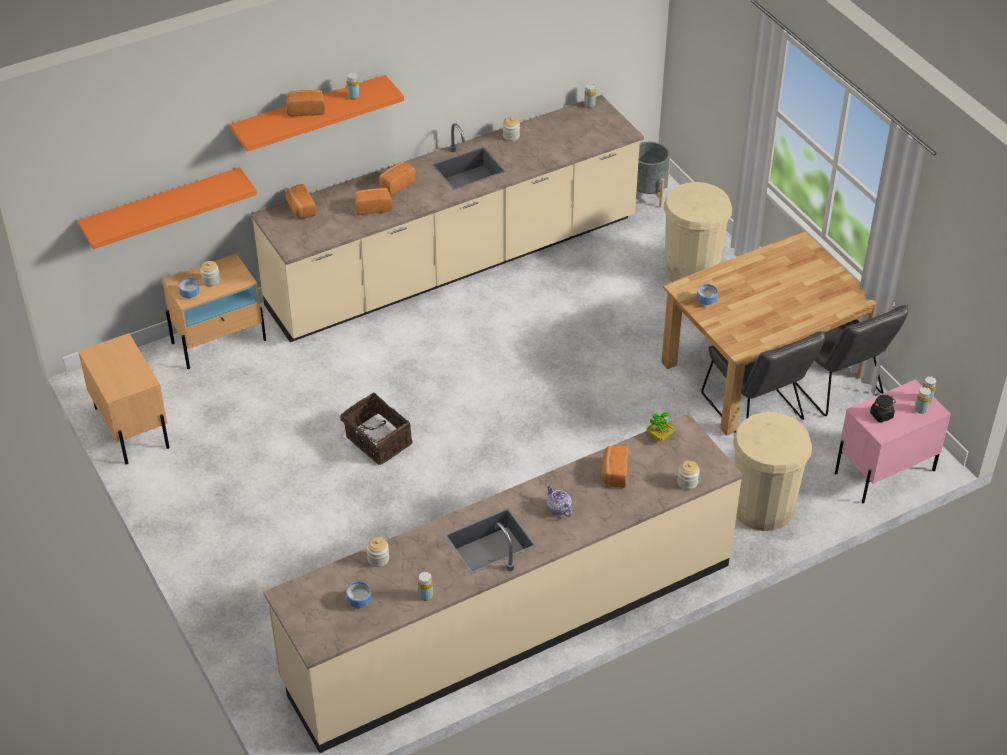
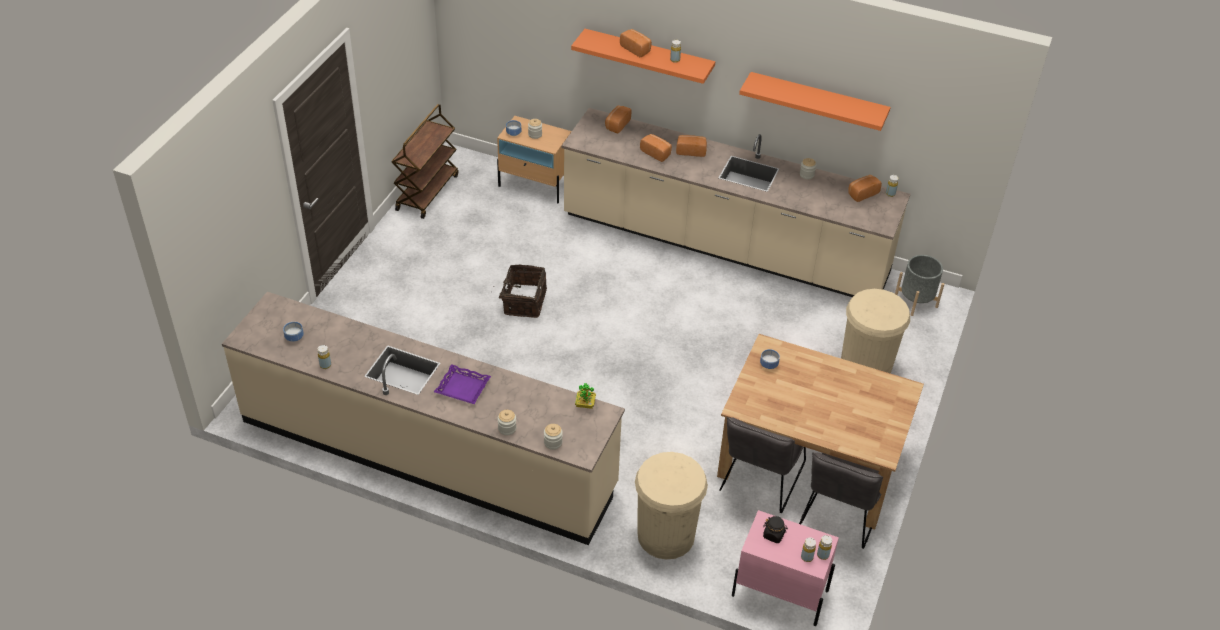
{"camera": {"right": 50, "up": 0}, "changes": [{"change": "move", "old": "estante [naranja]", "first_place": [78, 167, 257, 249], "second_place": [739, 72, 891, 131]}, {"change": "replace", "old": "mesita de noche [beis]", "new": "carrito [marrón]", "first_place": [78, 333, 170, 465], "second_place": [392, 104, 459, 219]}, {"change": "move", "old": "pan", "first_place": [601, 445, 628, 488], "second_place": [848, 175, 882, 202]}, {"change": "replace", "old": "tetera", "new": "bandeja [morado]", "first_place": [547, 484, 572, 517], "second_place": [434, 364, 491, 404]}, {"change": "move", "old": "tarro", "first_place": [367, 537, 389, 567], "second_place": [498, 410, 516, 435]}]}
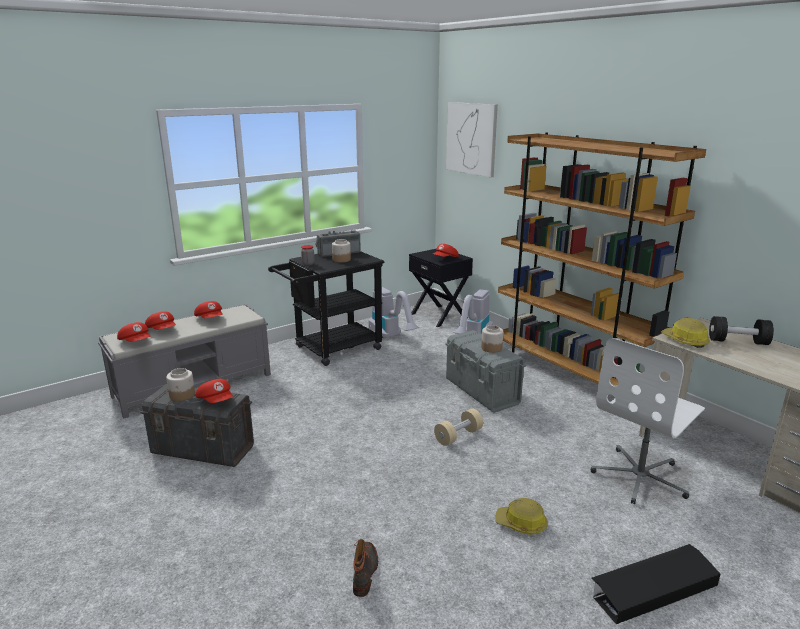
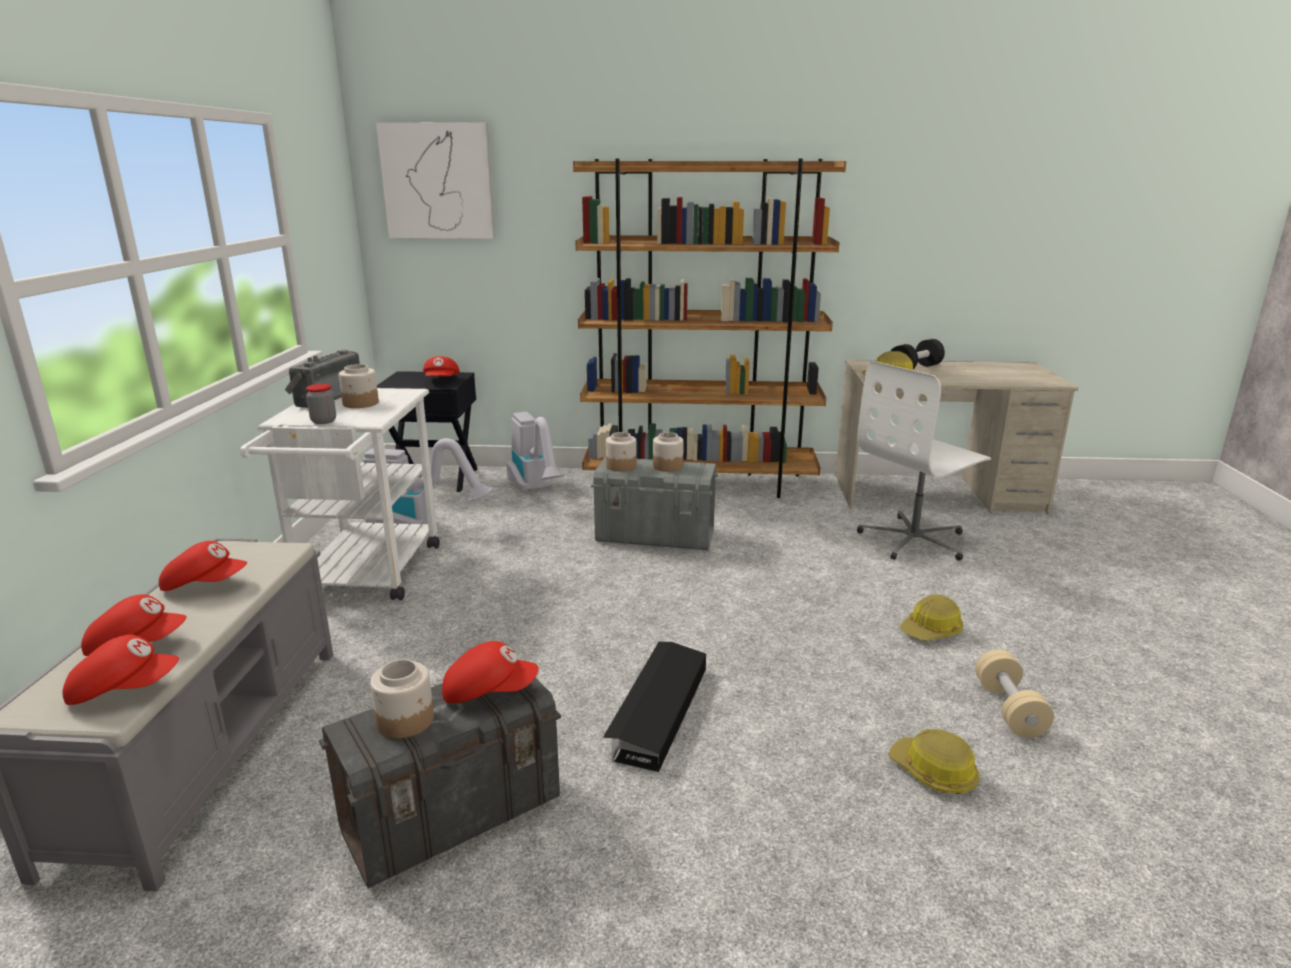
{"camera": {"right": -50, "up": 0}, "changes": [{"change": "recolor", "old": "carrito [negro]", "new": "carrito [blanco]", "first_place": [268, 251, 384, 366], "second_place": [240, 388, 440, 601]}, {"change": "rotate", "old": "silla de oficina [blanco]", "first_place": [591, 338, 705, 504], "second_place": [857, 361, 991, 561], "degrees": 60}, {"change": "move", "old": "mancuerna [beis]", "first_place": [434, 408, 483, 446], "second_place": [975, 649, 1054, 738]}, {"change": "replace", "old": "bota", "new": "casco", "first_place": [353, 539, 378, 597], "second_place": [888, 729, 979, 794]}, {"change": "move", "old": "caja de almacenaje [negro]", "first_place": [591, 544, 720, 625], "second_place": [603, 642, 706, 772]}, {"change": "insert", "new": "tarro", "second_place": [606, 432, 637, 472]}]}
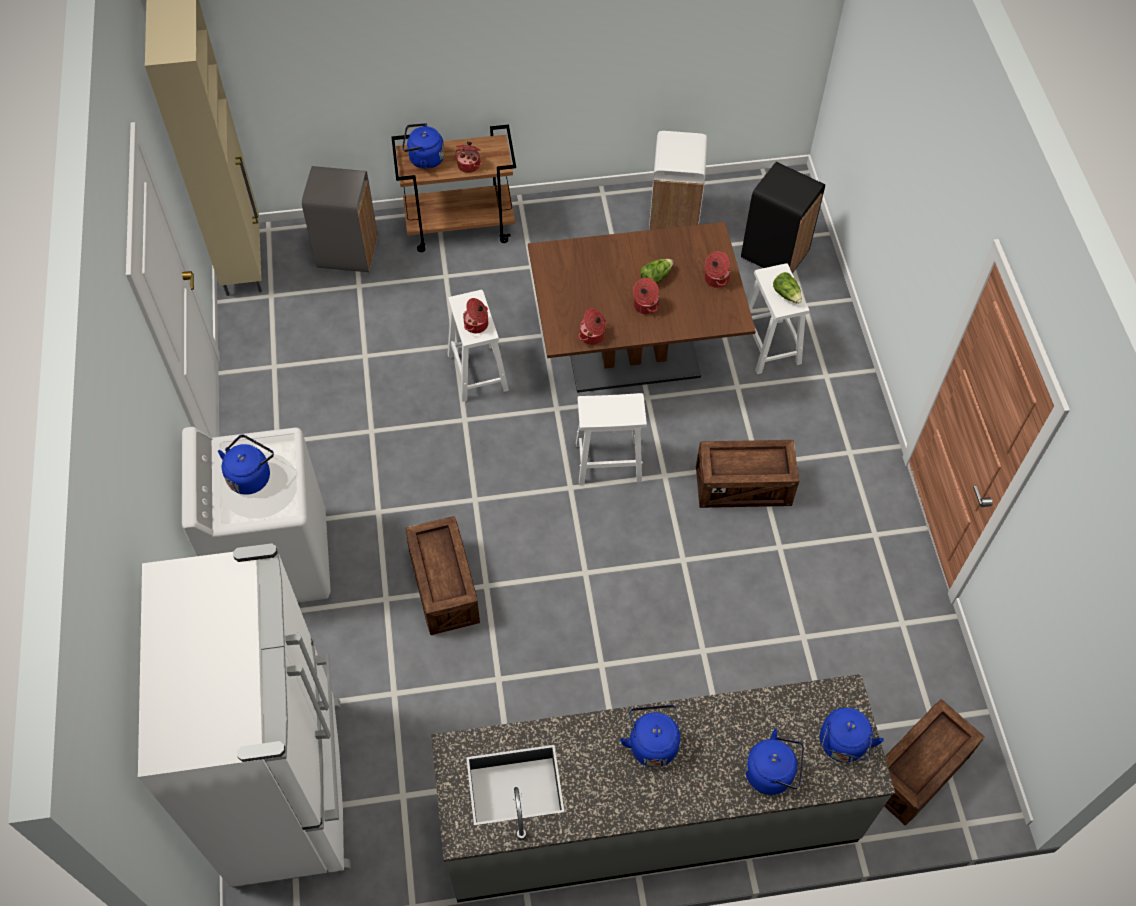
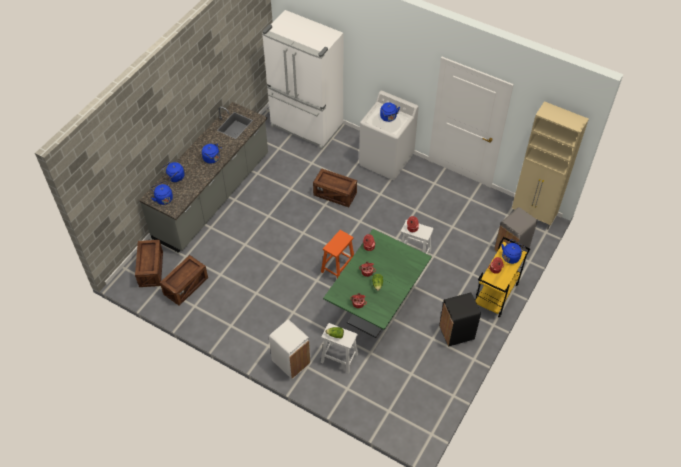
{"camera": {"right": 130, "up": -5}, "changes": [{"change": "recolor", "old": "carrito [marrón]", "new": "carrito [amarillo]", "first_place": [392, 125, 516, 252], "second_place": [475, 237, 530, 318]}, {"change": "move", "old": "papelera [blanco]", "first_place": [649, 131, 707, 230], "second_place": [269, 320, 311, 379]}, {"change": "move", "old": "papelera [negro]", "first_place": [741, 162, 825, 273], "second_place": [439, 292, 481, 347]}, {"change": "recolor", "old": "mesa de comedor [marrón]", "new": "mesa de comedor [verde]", "first_place": [528, 222, 756, 393], "second_place": [323, 229, 432, 338]}, {"change": "recolor", "old": "taburete [blanco]", "new": "taburete [naranja]", "first_place": [576, 393, 647, 485], "second_place": [321, 230, 354, 278]}, {"change": "move", "old": "caja de embalaje", "first_place": [696, 440, 799, 508], "second_place": [160, 255, 208, 306]}]}
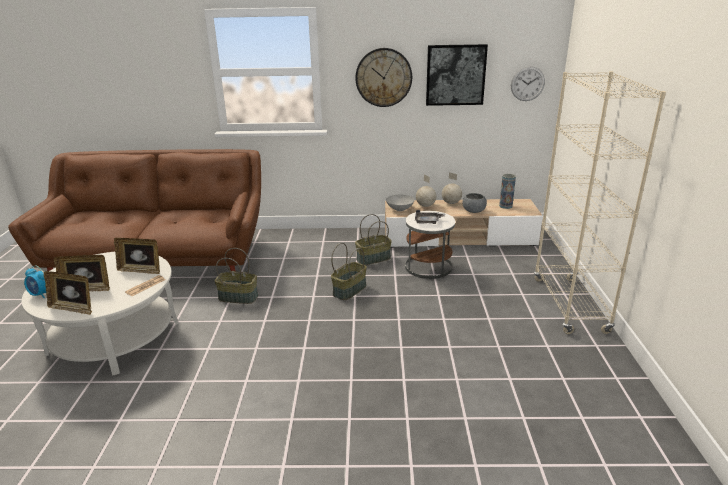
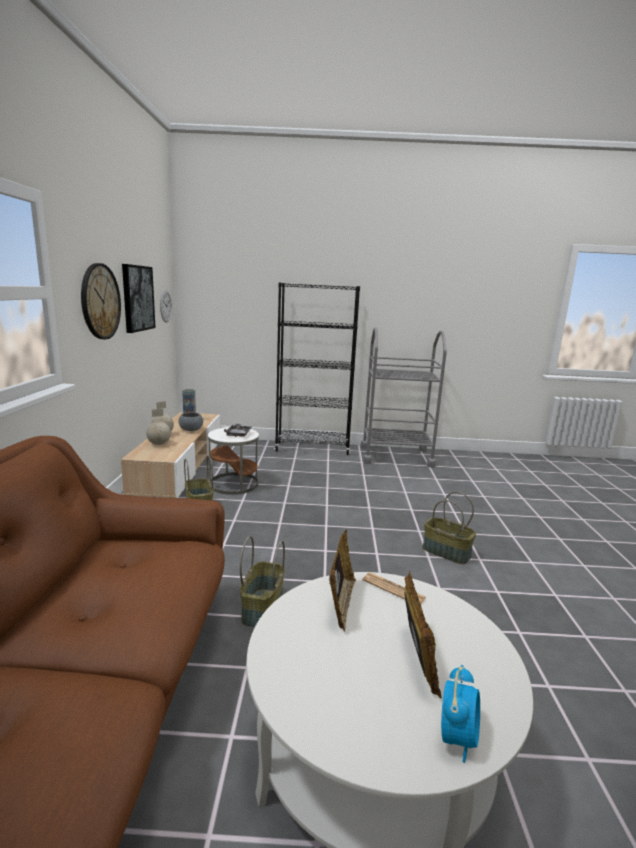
{"camera": {"right": -90, "up": -10}, "changes": [{"change": "recolor", "old": "estantería [beis]", "new": "estantería [negro]", "first_place": [534, 71, 666, 334], "second_place": [274, 283, 360, 455]}, {"change": "delete", "old": "cuenco [gris]", "first_place": [386, 195, 415, 211]}, {"change": "move", "old": "cesta", "first_place": [331, 243, 367, 300], "second_place": [422, 492, 476, 564]}, {"change": "delete", "old": "portarretratos", "first_place": [44, 271, 92, 315]}, {"change": "insert", "new": "carrito [gris]", "second_place": [360, 327, 447, 468]}]}
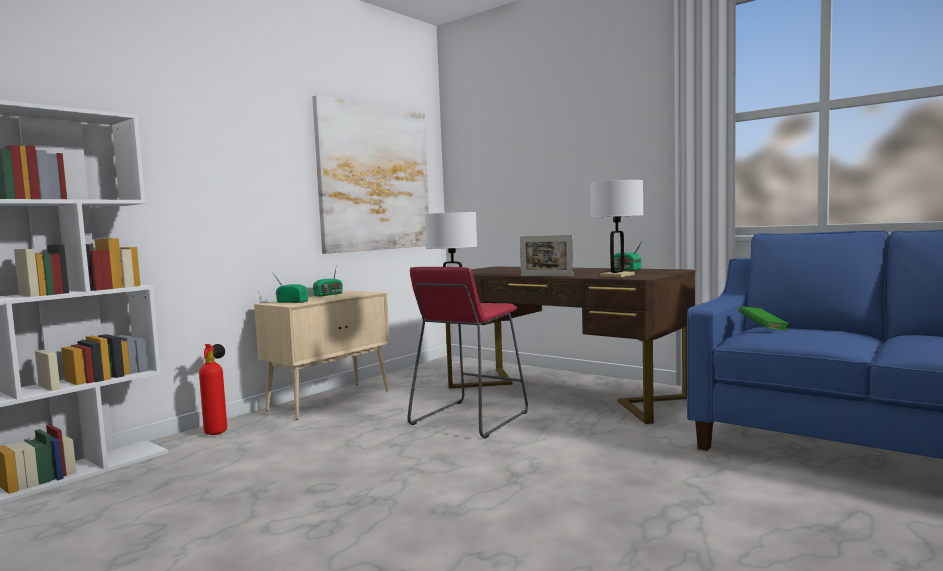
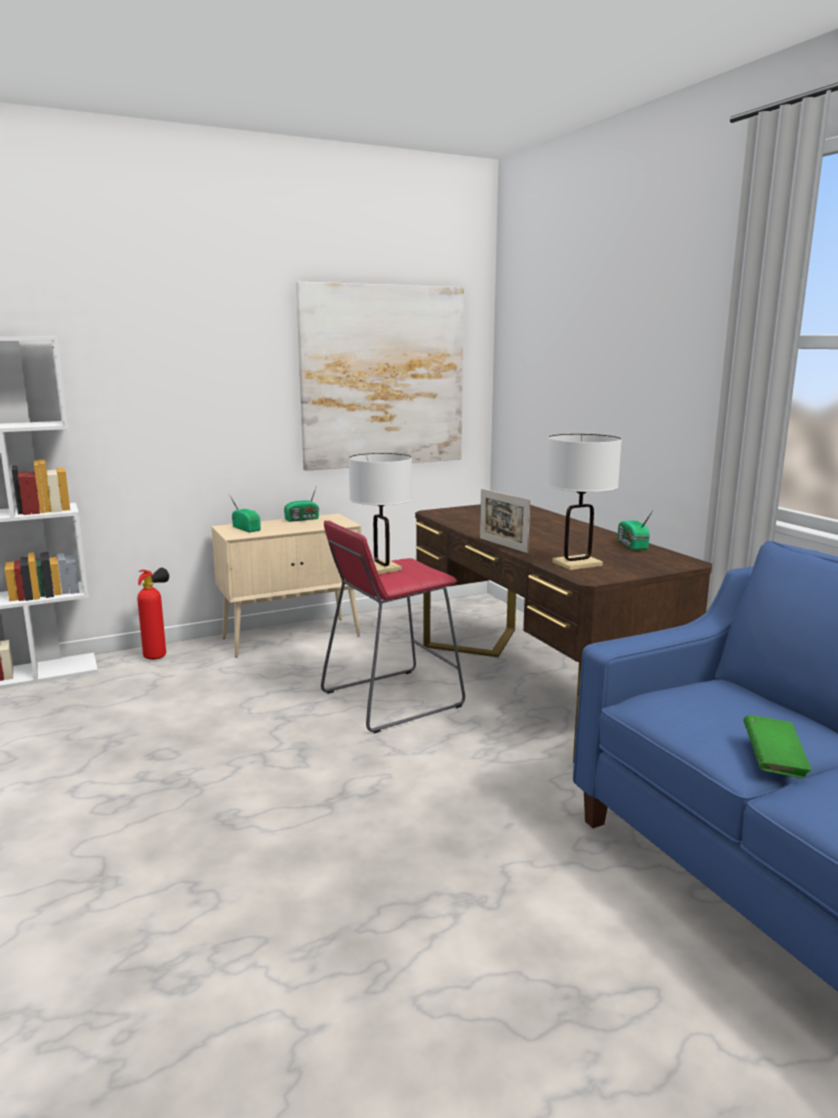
{"camera": {"right": 25, "up": 10}, "changes": [{"change": "move", "old": "libro [verde]", "first_place": [738, 306, 789, 330], "second_place": [743, 715, 812, 778]}]}
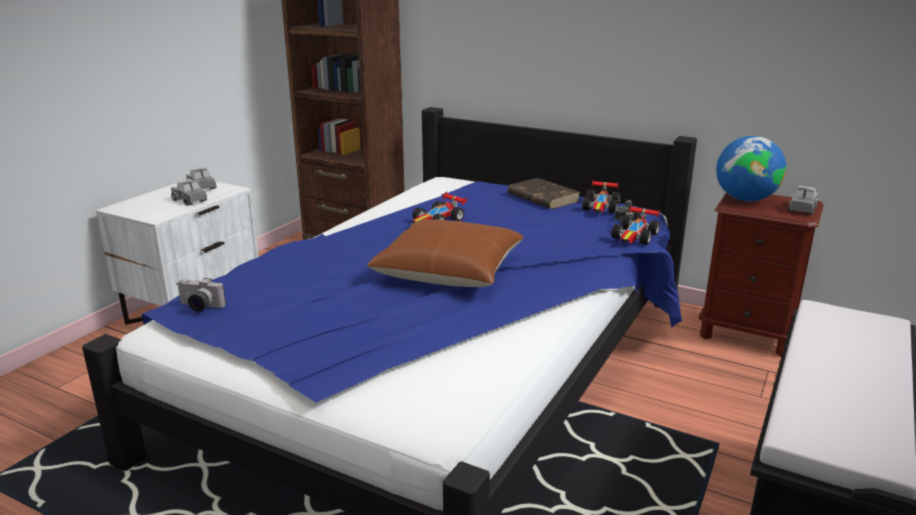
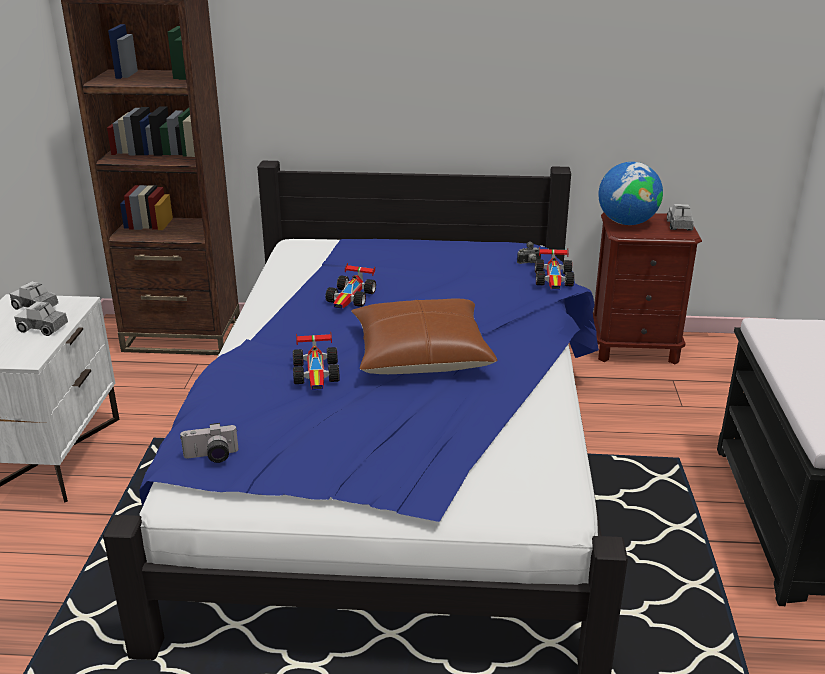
{"camera": {"right": -25, "up": 5}, "changes": [{"change": "delete", "old": "libro [marrón]", "first_place": [507, 178, 580, 209]}, {"change": "move", "old": "coche de juguete", "first_place": [582, 179, 620, 213], "second_place": [293, 332, 340, 390]}]}
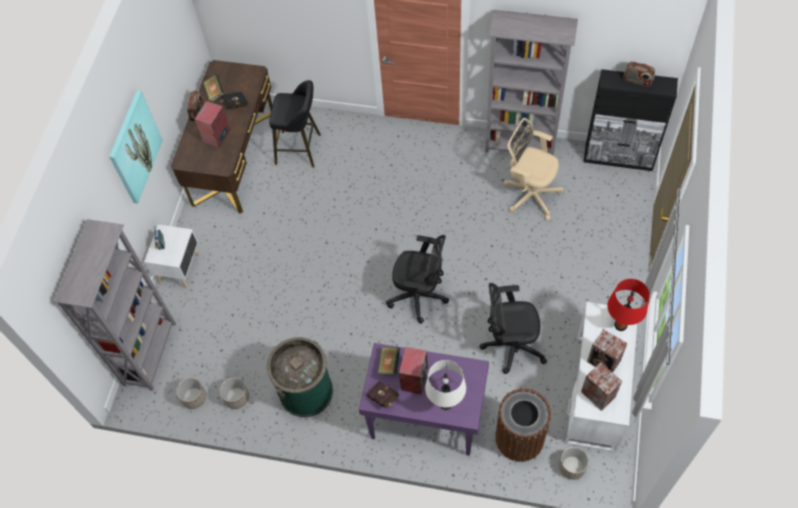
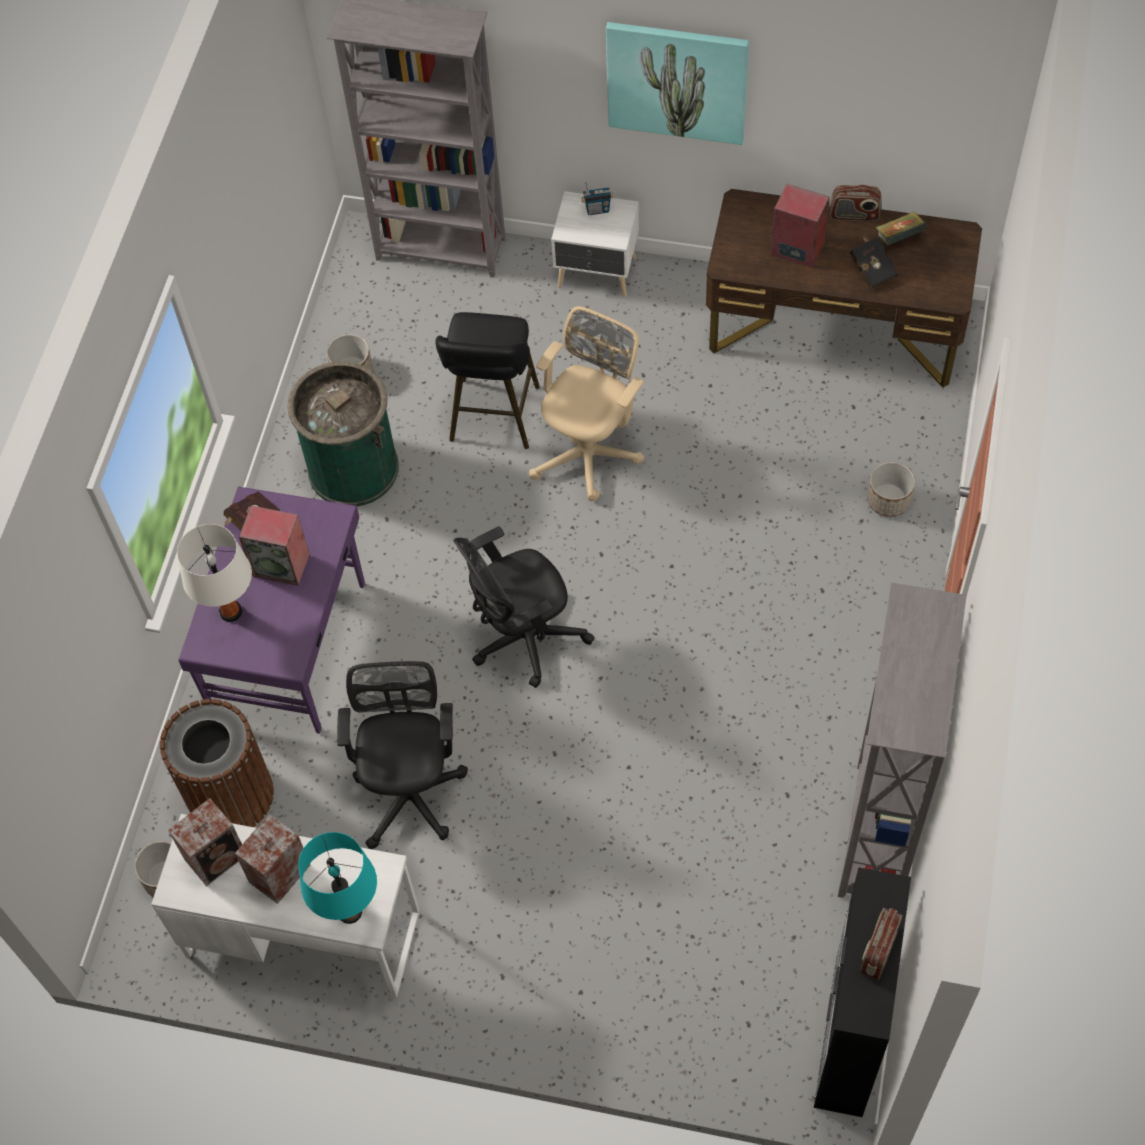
{"camera": {"right": 90, "up": 0}, "changes": [{"change": "move", "old": "taburete [negro]", "first_place": [269, 80, 321, 168], "second_place": [435, 312, 540, 449]}, {"change": "move", "old": "silla de oficina [beis]", "first_place": [504, 118, 563, 220], "second_place": [529, 306, 645, 501]}, {"change": "rotate", "old": "silla de oficina [negro]", "first_place": [386, 235, 449, 324], "second_place": [454, 526, 595, 688], "degrees": 45}, {"change": "recolor", "old": "lámpara de mesa [rojo]", "new": "lámpara de mesa [turquesa]", "first_place": [607, 279, 650, 331], "second_place": [298, 832, 377, 924]}, {"change": "delete", "old": "libro", "first_place": [378, 347, 400, 375]}, {"change": "move", "old": "maceta", "first_place": [176, 378, 206, 409], "second_place": [867, 462, 915, 517]}]}
